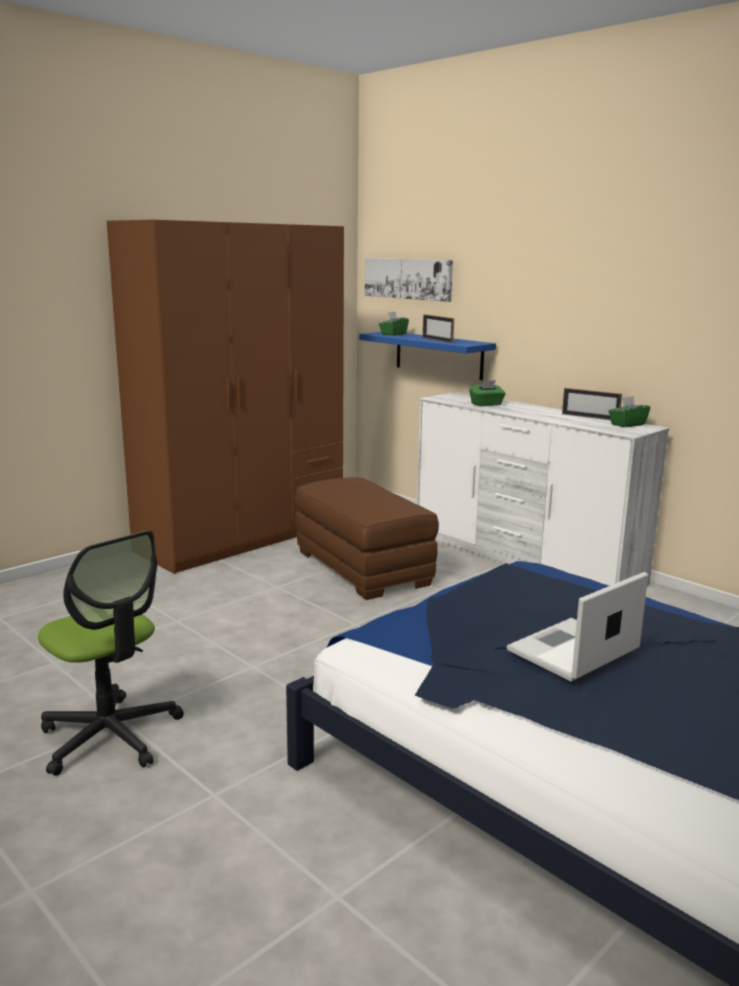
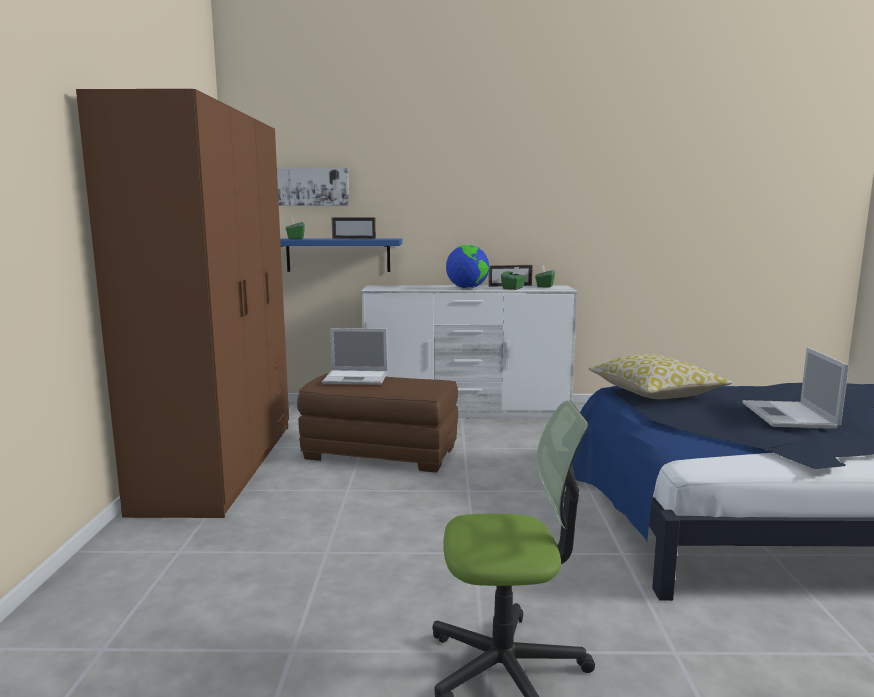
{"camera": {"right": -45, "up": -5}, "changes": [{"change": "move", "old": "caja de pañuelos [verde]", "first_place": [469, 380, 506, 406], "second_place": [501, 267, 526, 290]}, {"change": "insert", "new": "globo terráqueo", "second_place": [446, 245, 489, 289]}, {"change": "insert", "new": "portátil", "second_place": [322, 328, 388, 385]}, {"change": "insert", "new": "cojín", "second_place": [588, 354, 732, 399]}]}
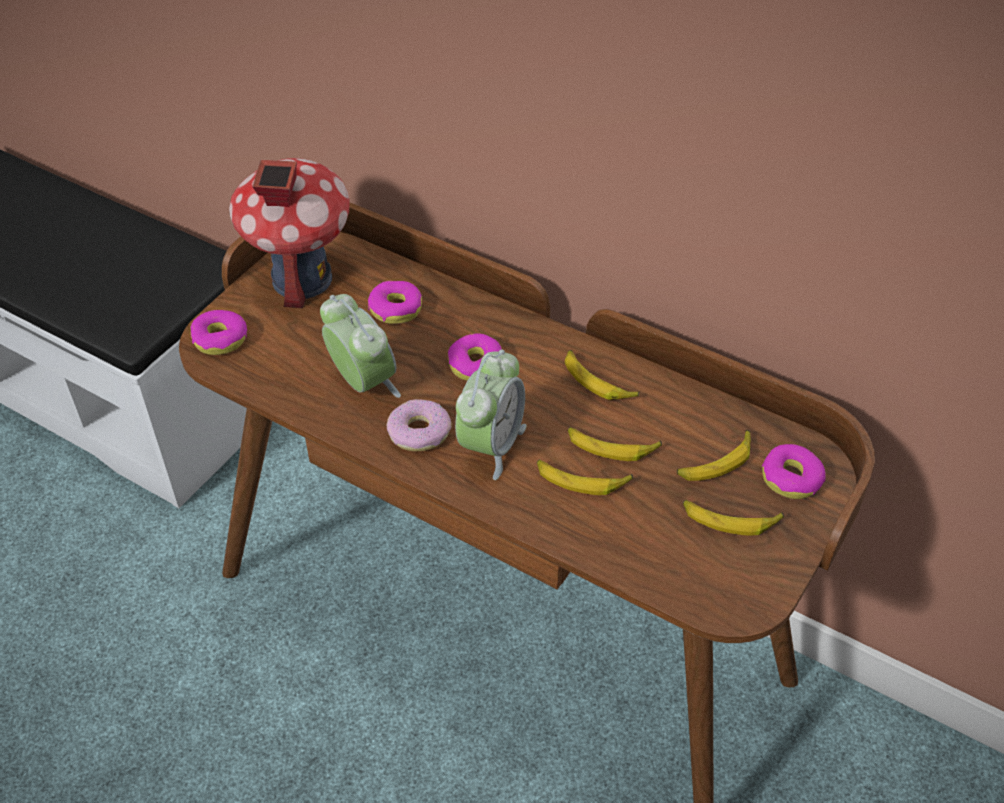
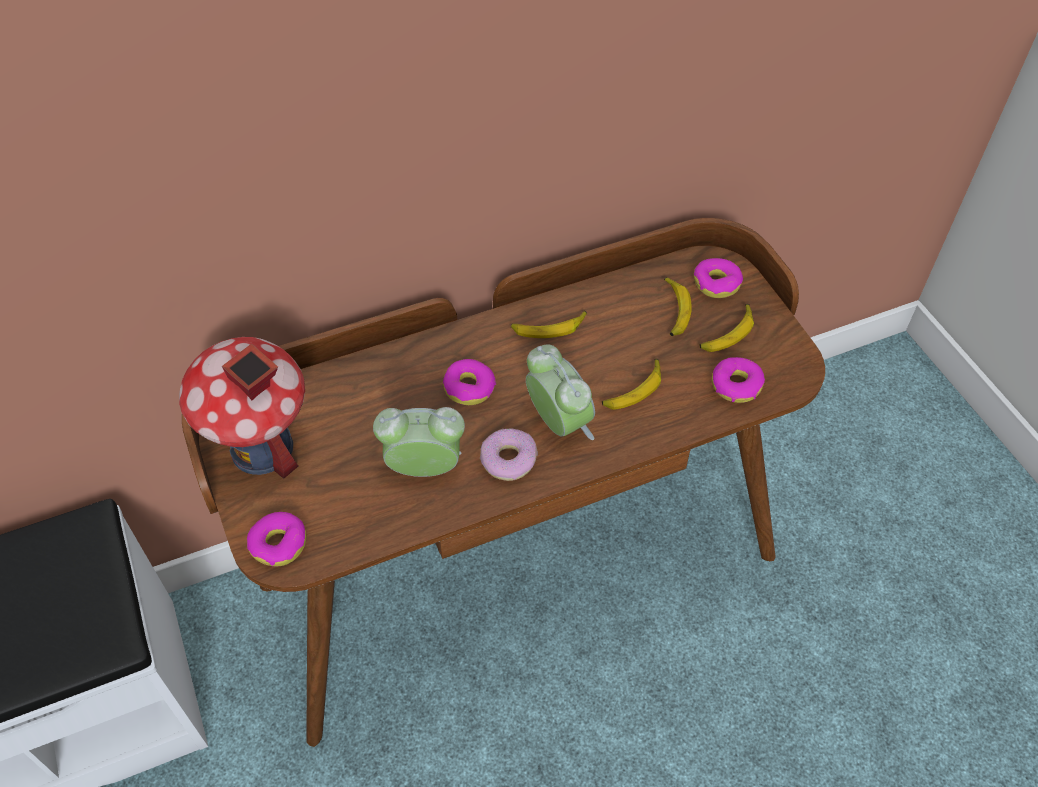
{"camera": {"right": -55, "up": 5}, "changes": [{"change": "move", "old": "rosquilla", "first_place": [368, 281, 422, 324], "second_place": [712, 357, 765, 403]}, {"change": "delete", "old": "plátano", "first_place": [567, 427, 662, 461]}]}
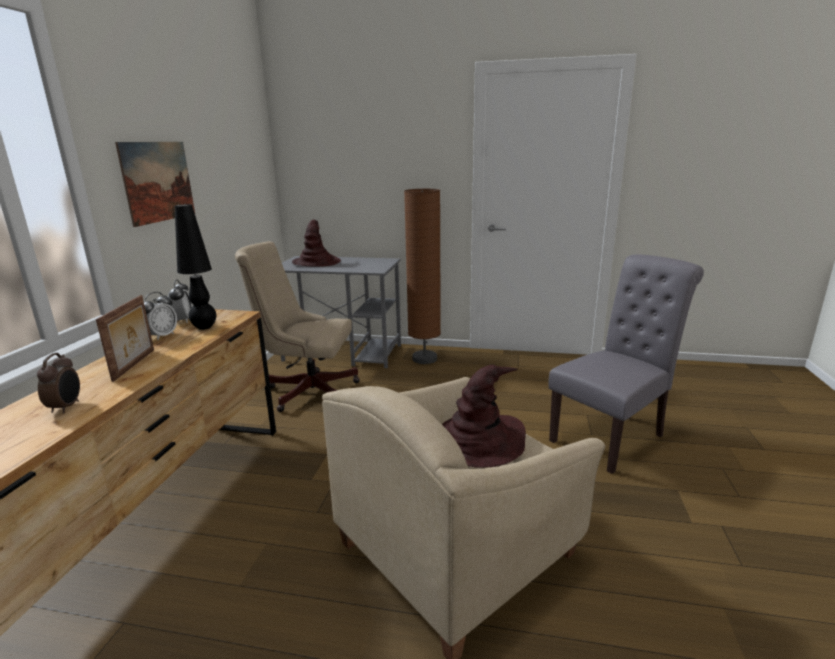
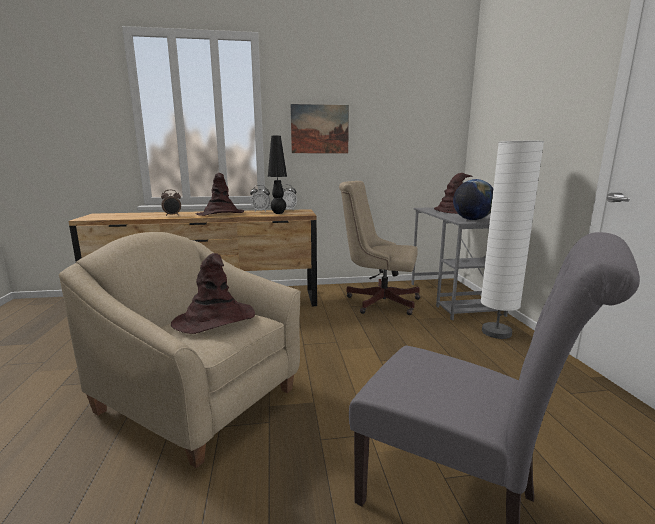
{"camera": {"right": 70, "up": -5}, "changes": [{"change": "recolor", "old": "lámpara de pie [marrón]", "new": "lámpara de pie [blanco]", "first_place": [404, 189, 441, 364], "second_place": [481, 141, 544, 339]}, {"change": "rotate", "old": "silla de oficina [beis]", "first_place": [235, 241, 360, 412], "second_place": [339, 181, 420, 315], "degrees": -60}, {"change": "replace", "old": "portarretratos", "new": "sombrero [marrón]", "first_place": [96, 295, 154, 382], "second_place": [196, 173, 244, 216]}, {"change": "insert", "new": "globo terráqueo", "second_place": [453, 179, 493, 220]}]}
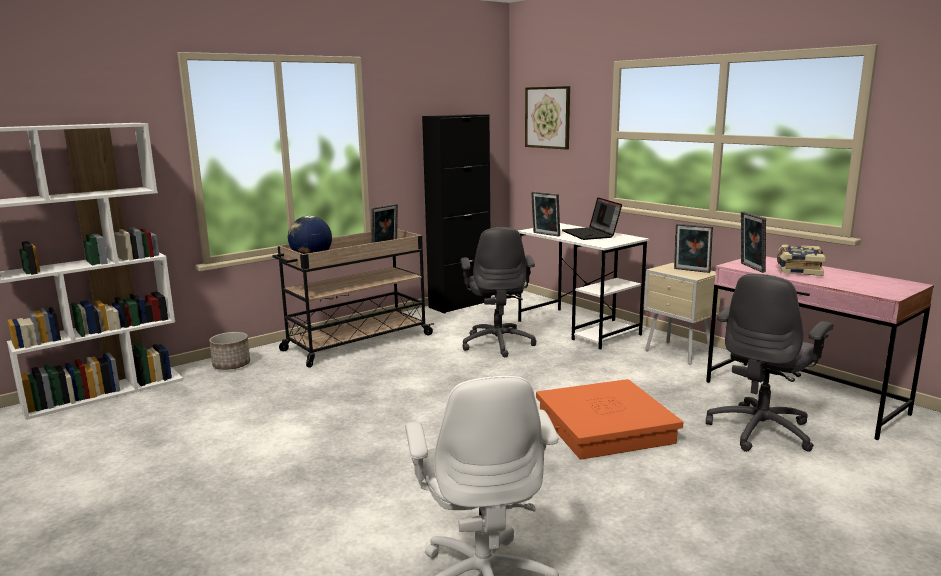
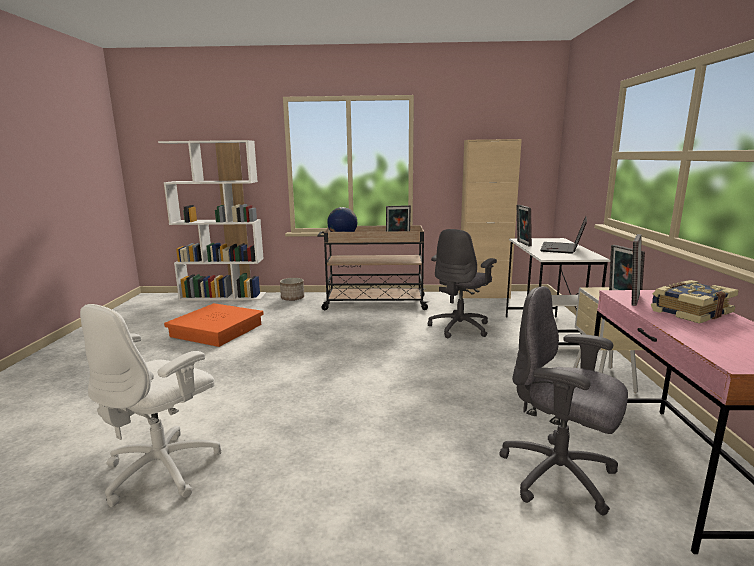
{"camera": {"right": 40, "up": 0}, "changes": [{"change": "delete", "old": "cuadro", "first_place": [525, 86, 570, 150]}, {"change": "recolor", "old": "armario [negro]", "new": "armario [beis]", "first_place": [422, 114, 491, 314], "second_place": [458, 139, 522, 299]}, {"change": "rotate", "old": "silla de oficina [gris]", "first_place": [706, 274, 833, 452], "second_place": [499, 286, 628, 515], "degrees": 45}, {"change": "move", "old": "caja de almacenaje [naranja]", "first_place": [536, 379, 683, 460], "second_place": [164, 303, 264, 347]}]}
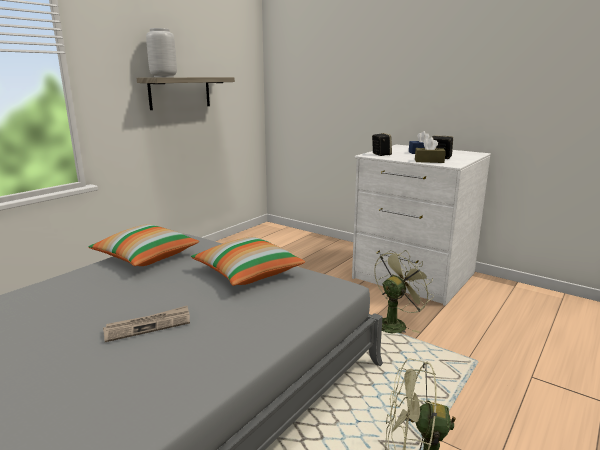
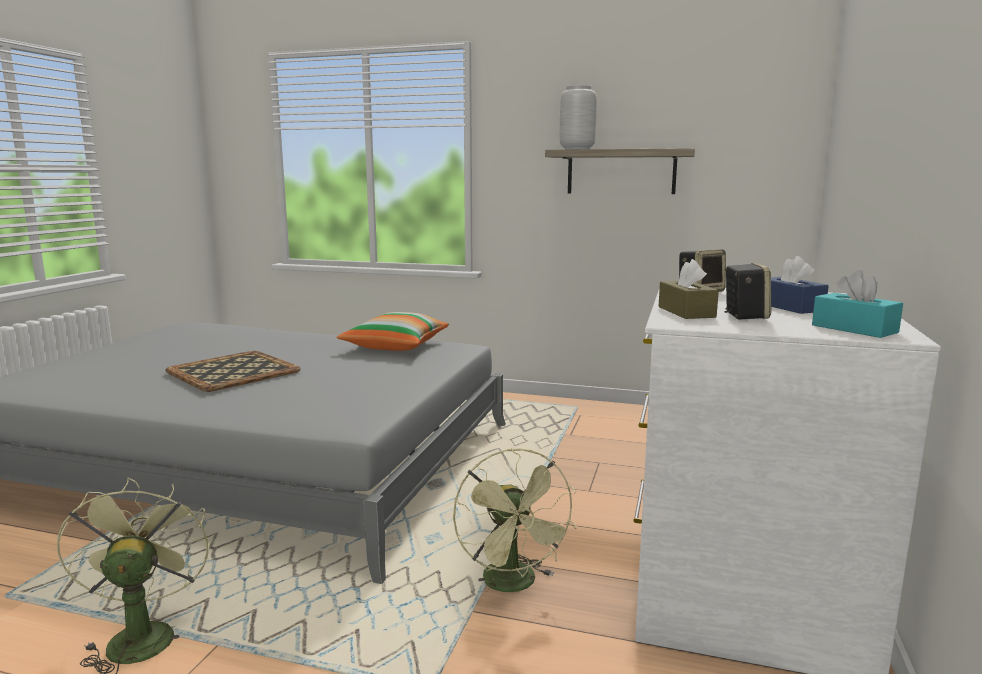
{"camera": {"right": 70, "up": -5}, "changes": [{"change": "delete", "old": "cojín", "first_place": [191, 237, 305, 286]}, {"change": "rotate", "old": "ventilador [verde]", "first_place": [374, 250, 434, 333], "second_place": [453, 448, 577, 592], "degrees": 45}, {"change": "replace", "old": "periódico", "new": "bandeja", "first_place": [103, 306, 190, 342], "second_place": [165, 351, 301, 392]}, {"change": "insert", "new": "caja de pañuelos [turquesa]", "second_place": [812, 270, 903, 338]}]}
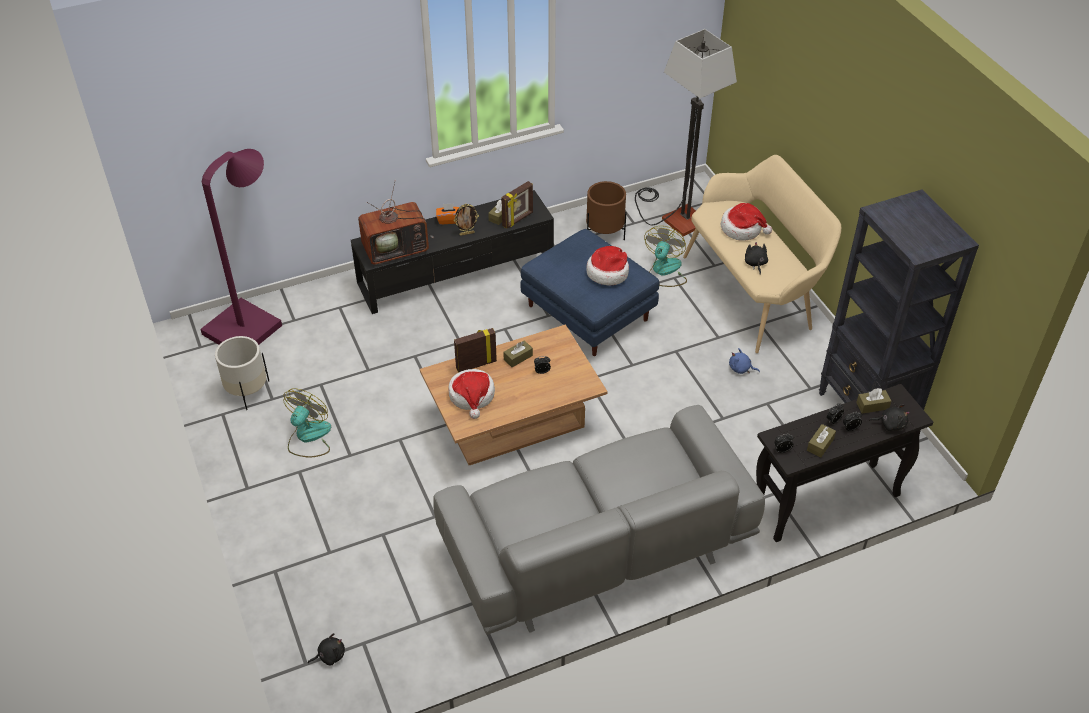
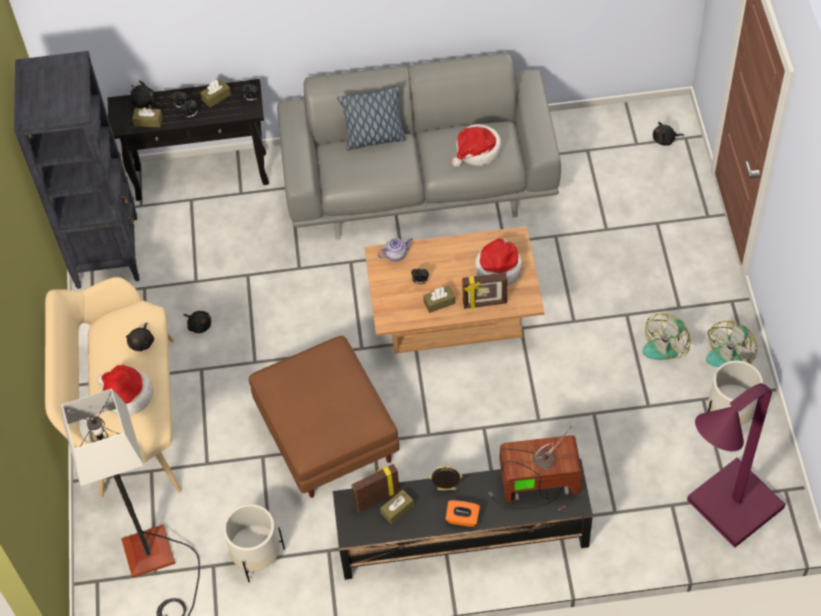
{"camera": {"right": -160, "up": 10}, "changes": [{"change": "recolor", "old": "maceta [marrón]", "new": "maceta [blanco]", "first_place": [586, 181, 627, 240], "second_place": [223, 504, 285, 583]}, {"change": "move", "old": "ventilador", "first_place": [644, 226, 687, 287], "second_place": [706, 321, 757, 367]}, {"change": "recolor", "old": "puf [azul]", "new": "puf [marrón]", "first_place": [521, 229, 659, 356], "second_place": [249, 336, 399, 498]}, {"change": "move", "old": "sombrero", "first_place": [586, 246, 629, 285], "second_place": [452, 124, 502, 167]}, {"change": "recolor", "old": "peluche [azul]", "new": "peluche [negro]", "first_place": [729, 348, 760, 374], "second_place": [183, 311, 211, 333]}, {"change": "insert", "new": "cojín", "second_place": [337, 86, 406, 151]}, {"change": "insert", "new": "tetera", "second_place": [378, 238, 413, 261]}]}
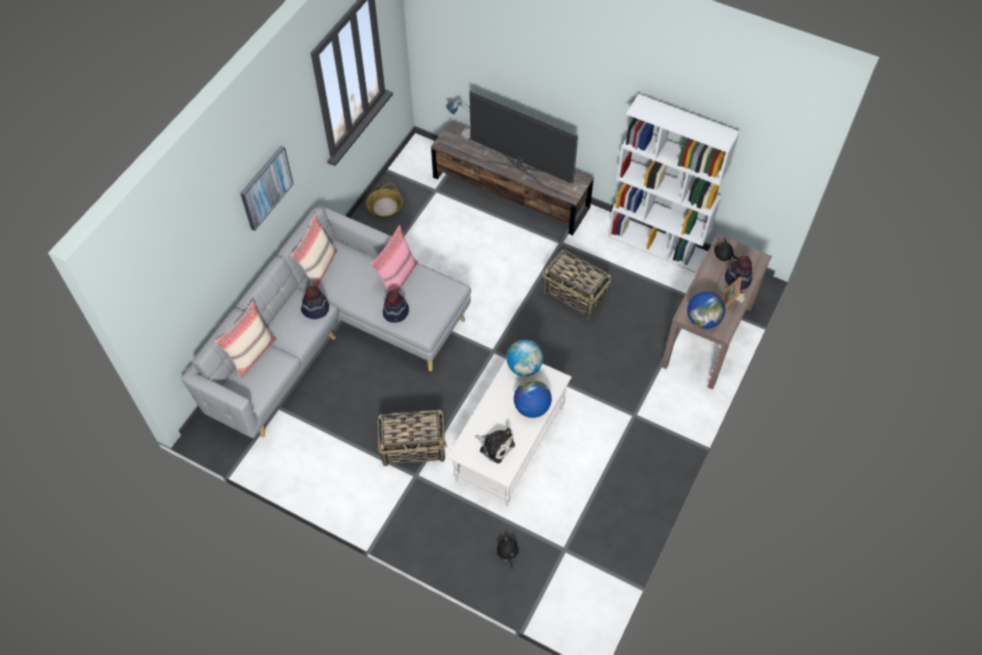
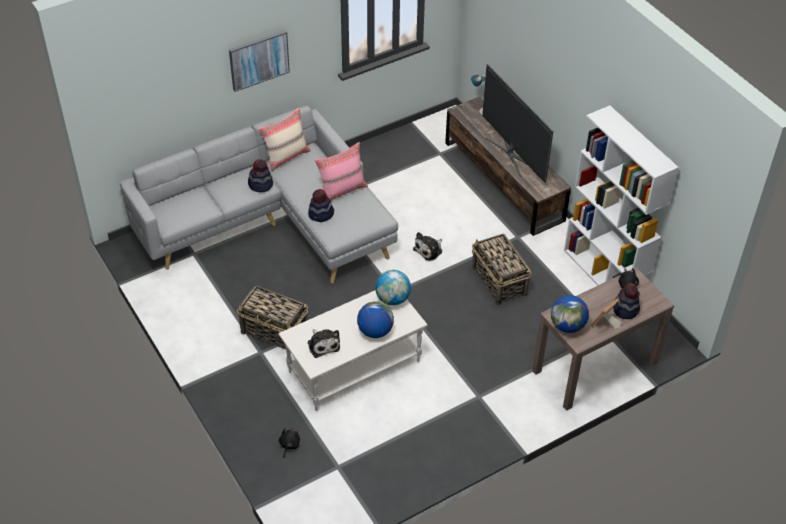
{"camera": {"right": 30, "up": -10}, "changes": [{"change": "delete", "old": "cesta", "first_place": [366, 183, 403, 218]}, {"change": "delete", "old": "cojín [beis]", "first_place": [215, 301, 277, 378]}, {"change": "insert", "new": "peluche", "second_place": [413, 232, 442, 261]}]}
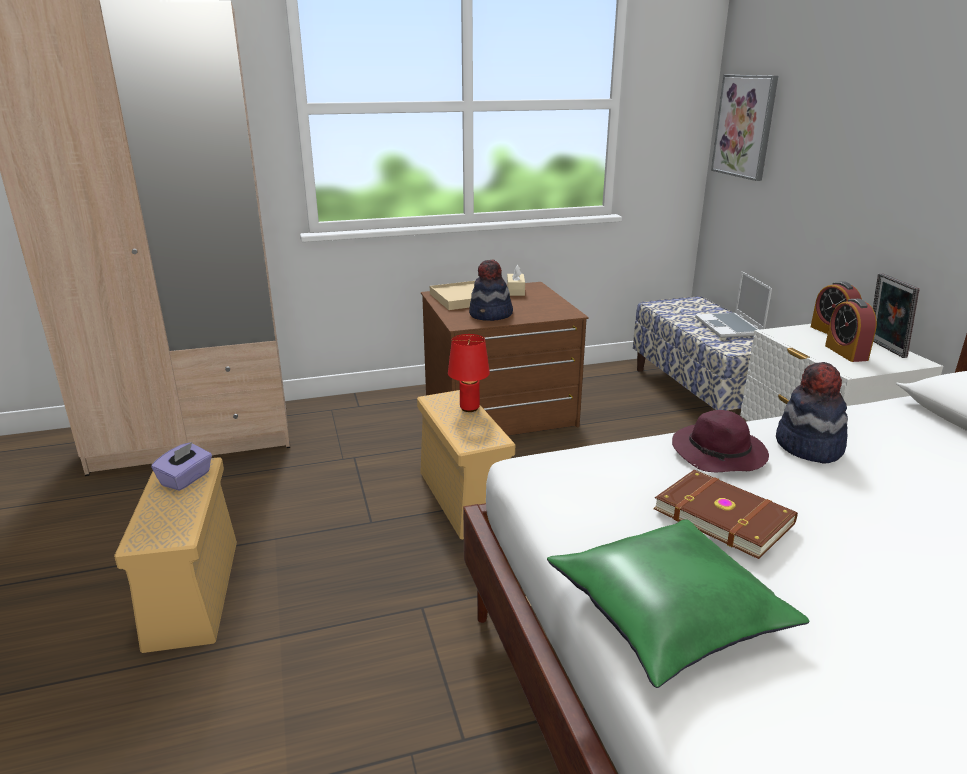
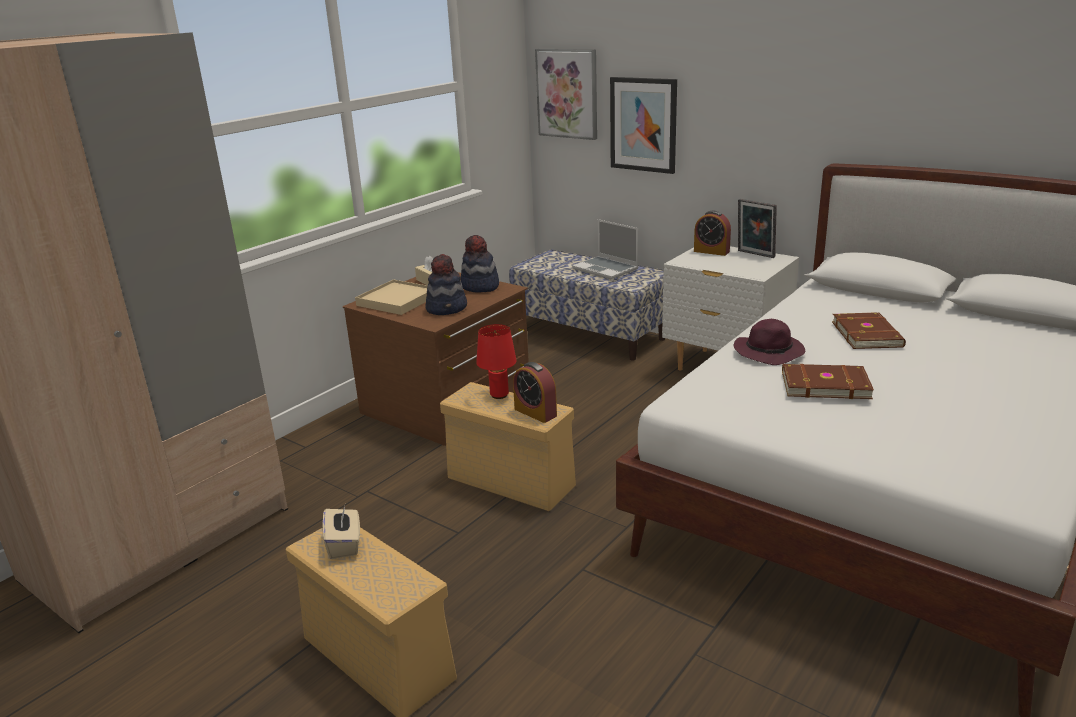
{"camera": {"right": -35, "up": 0}, "changes": [{"change": "move", "old": "despertador", "first_place": [825, 299, 877, 362], "second_place": [513, 362, 557, 423]}, {"change": "move", "old": "sombrero", "first_place": [776, 362, 848, 463], "second_place": [460, 235, 499, 292]}, {"change": "recolor", "old": "caja de pañuelos [morado]", "new": "caja de pañuelos [beis]", "first_place": [151, 442, 212, 491], "second_place": [323, 506, 360, 559]}, {"change": "delete", "old": "cojín [verde]", "first_place": [547, 519, 809, 688]}, {"change": "insert", "new": "cuadro", "second_place": [610, 77, 677, 174]}, {"change": "insert", "new": "libro [marrón]", "second_place": [832, 312, 906, 349]}]}
